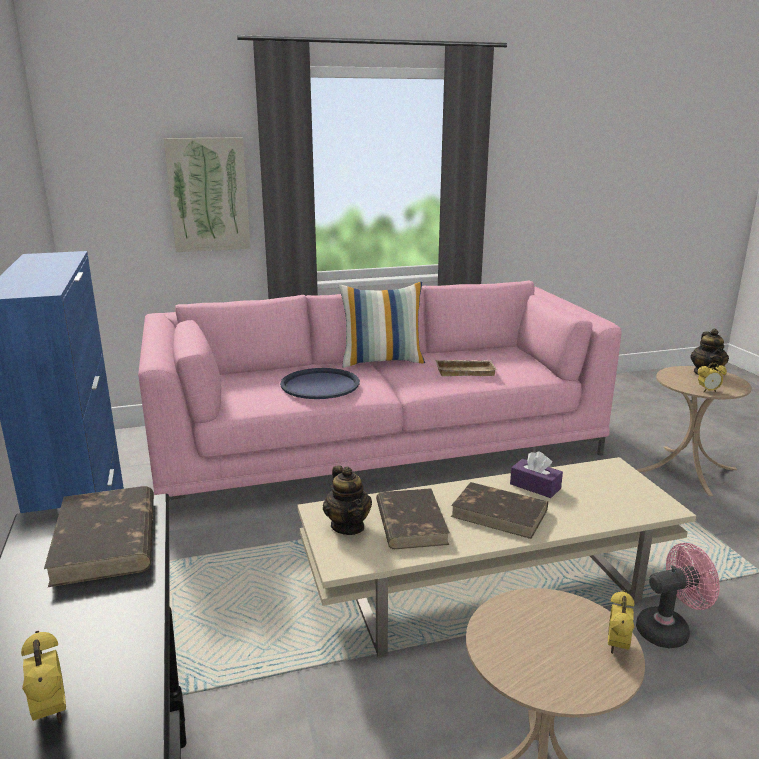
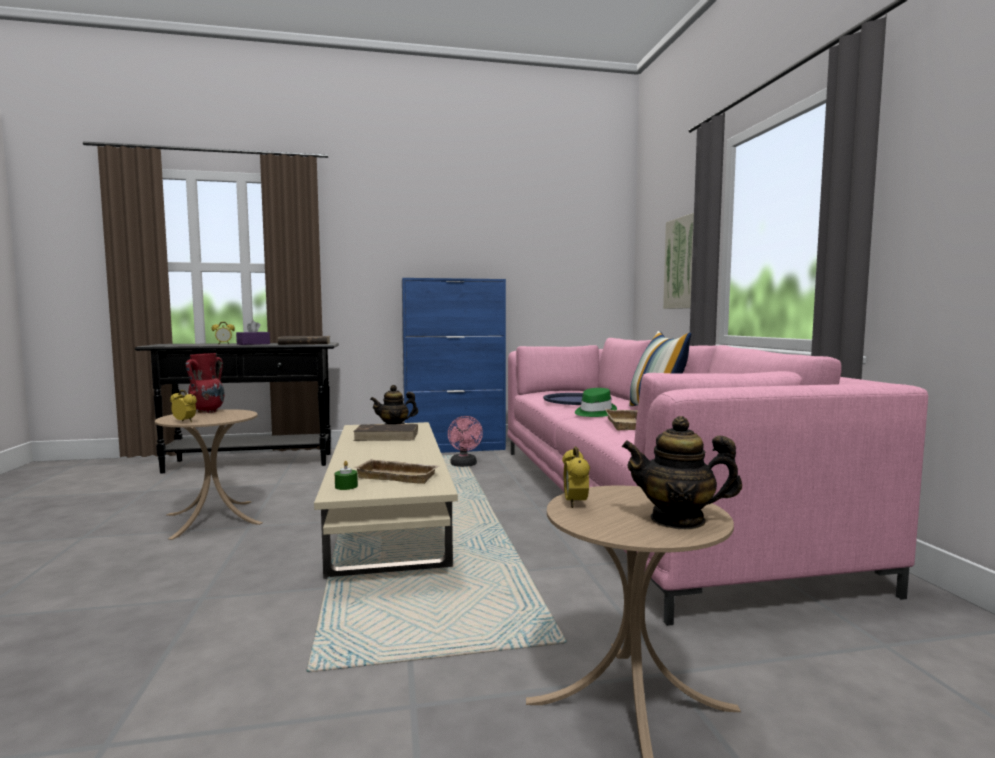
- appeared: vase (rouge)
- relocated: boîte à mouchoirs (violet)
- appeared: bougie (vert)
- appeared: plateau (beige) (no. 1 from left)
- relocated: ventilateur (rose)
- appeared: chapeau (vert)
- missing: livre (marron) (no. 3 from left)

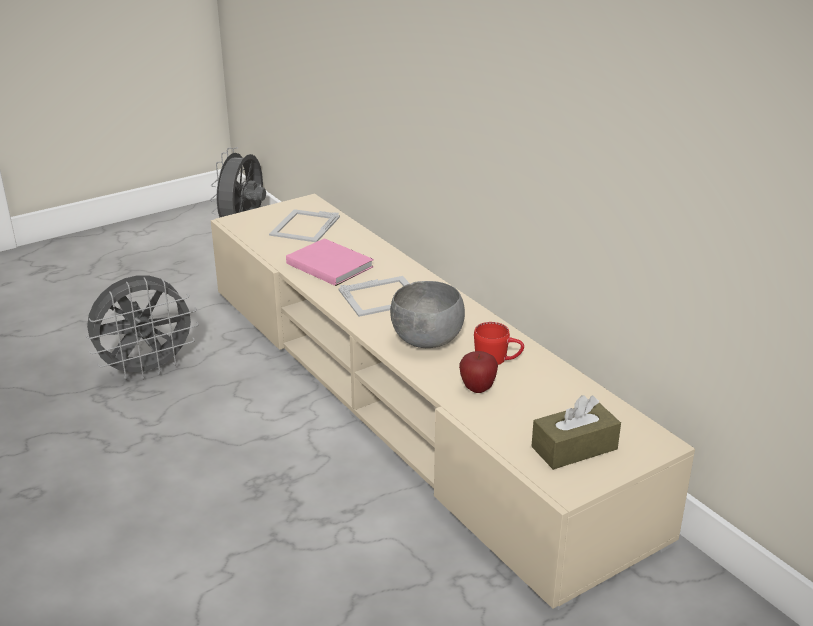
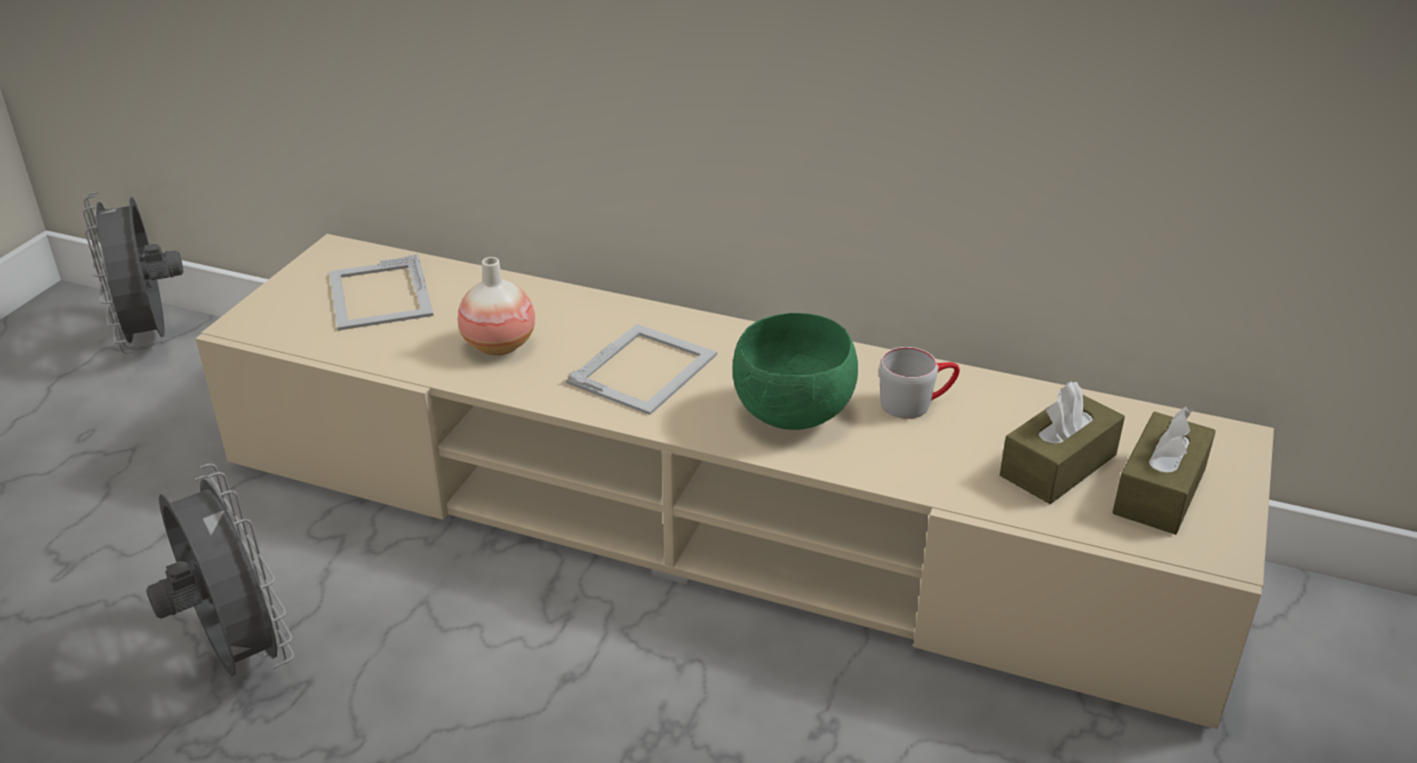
- spun: ventilateur (gris) (no. 1 from left in the first image) 60 degrees counterclockwise
- exchanged: livre (rose) to vase
- colour: bol (gris) to bol (vert)
- colour: mug (rouge) to mug (gris)
- appeared: boîte à mouchoirs (marron) (no. 1 from left)
- missing: pomme

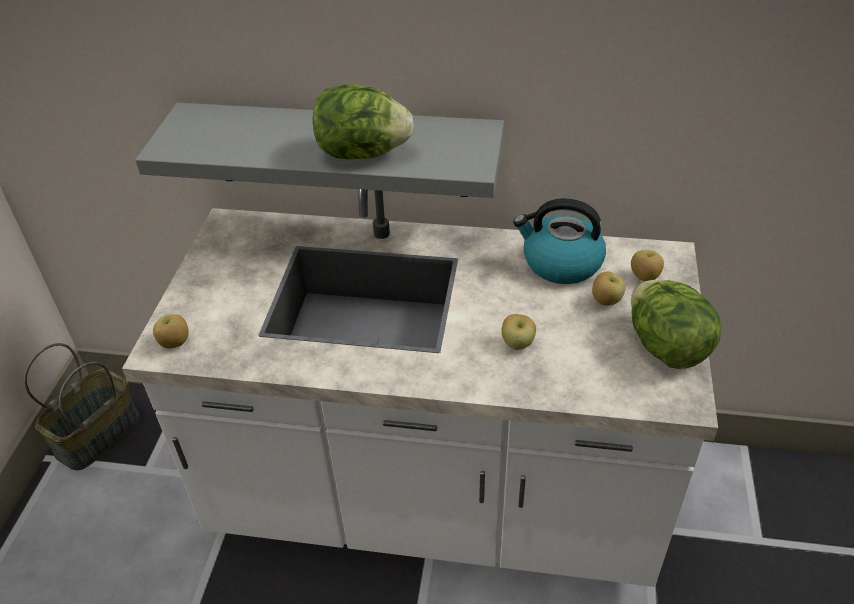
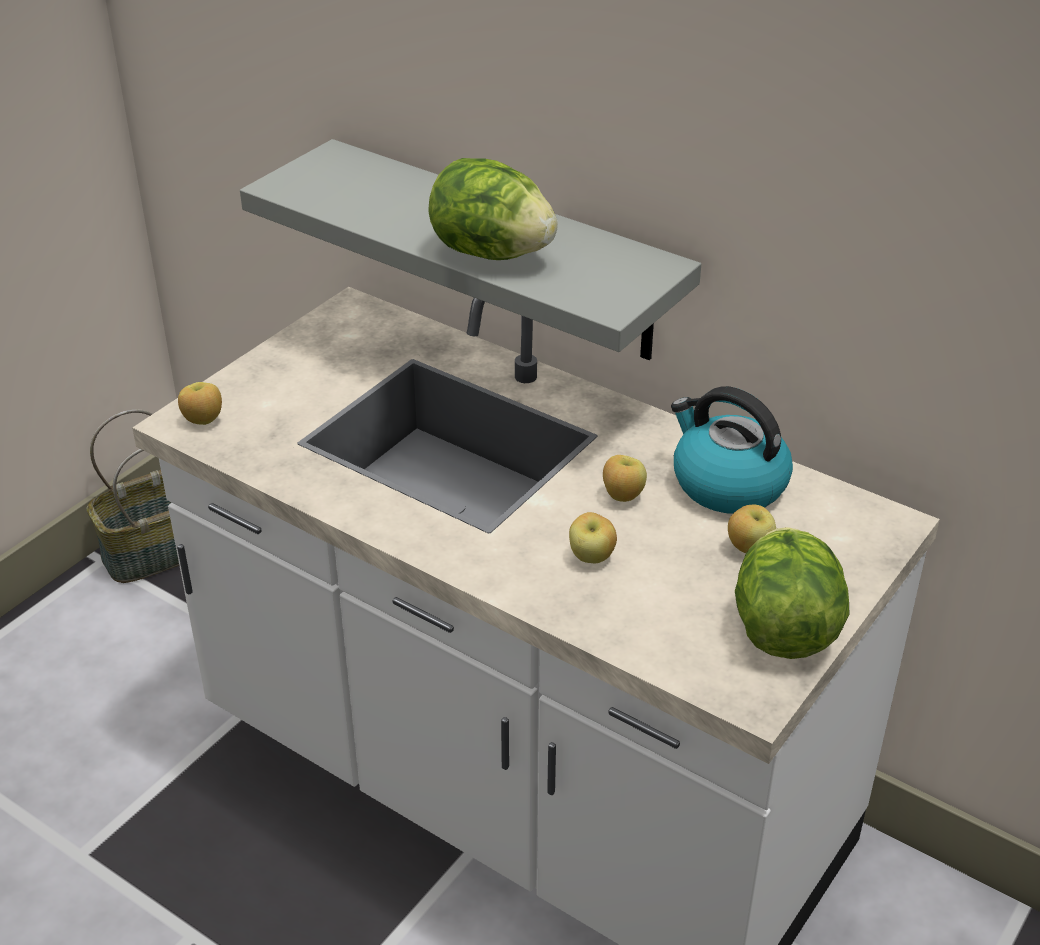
- relocated: pomme (no. 4 from left in the first image) to pomme (no. 3 from left)

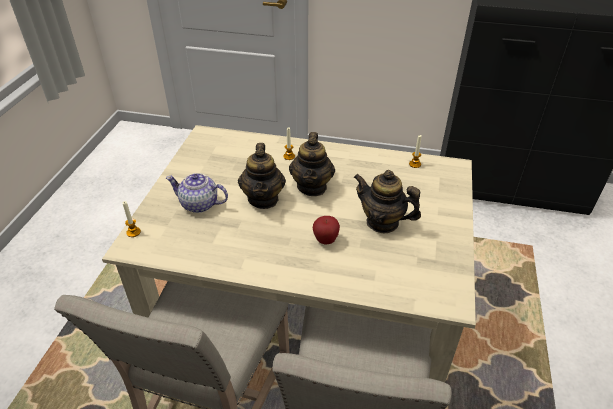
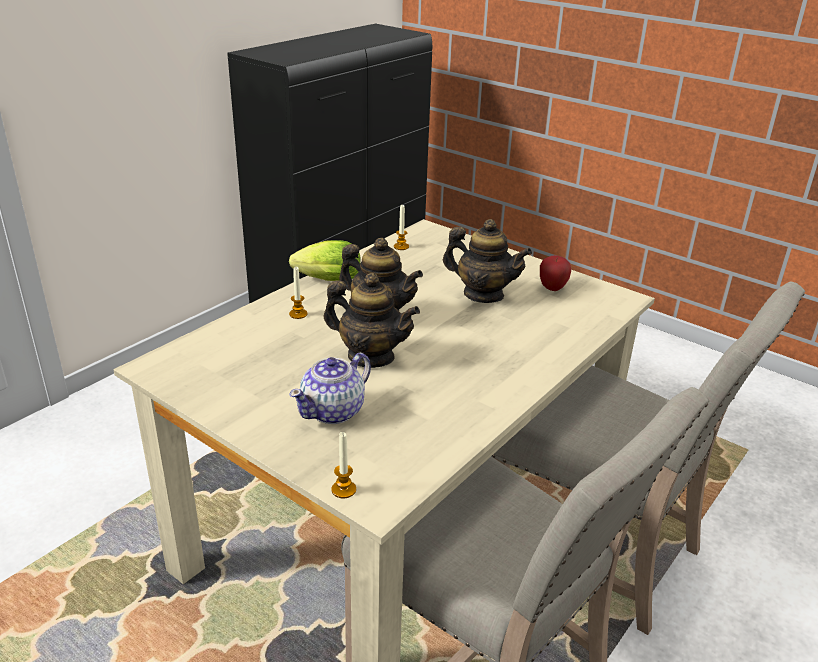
- appeared: laitue
- spun: théière (no. 4 from left) 120 degrees counterclockwise
- relocated: pomme

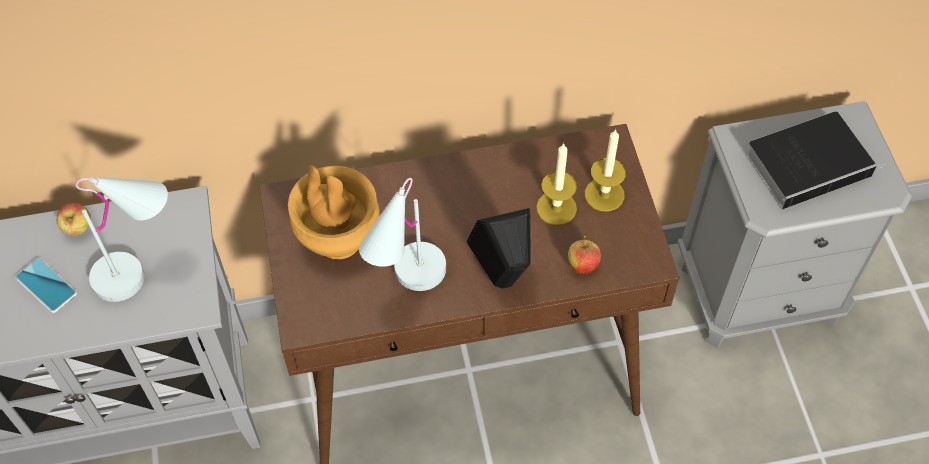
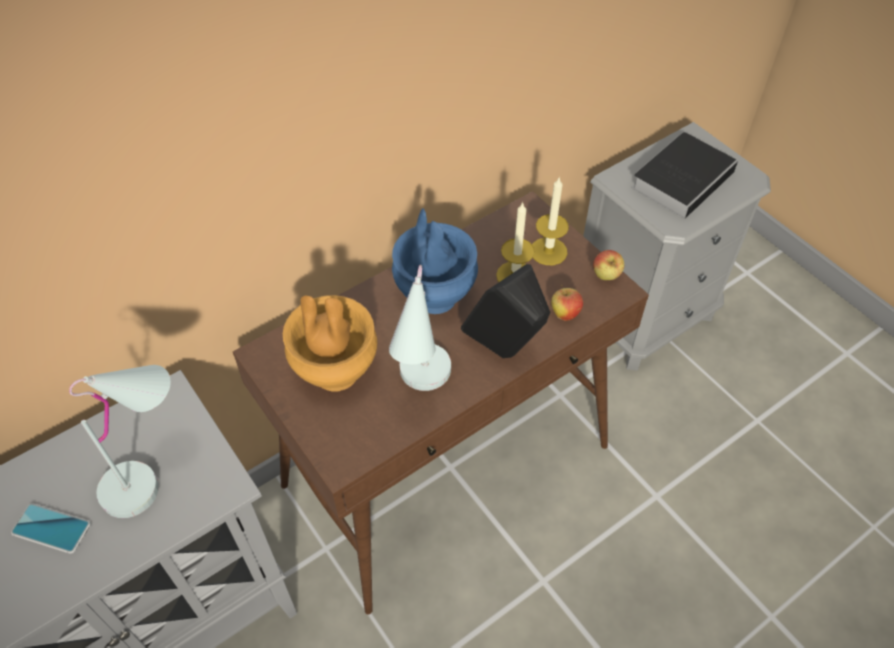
- appeared: vase (bleu)
- relocated: pomme (no. 1 from left in the first image) to pomme (no. 2 from left)

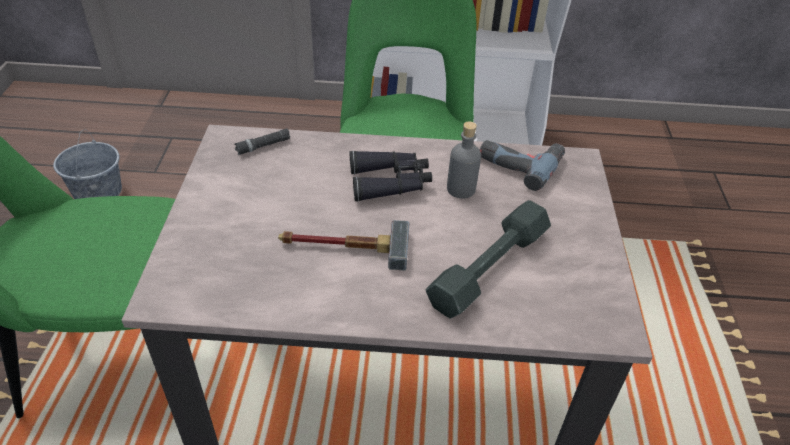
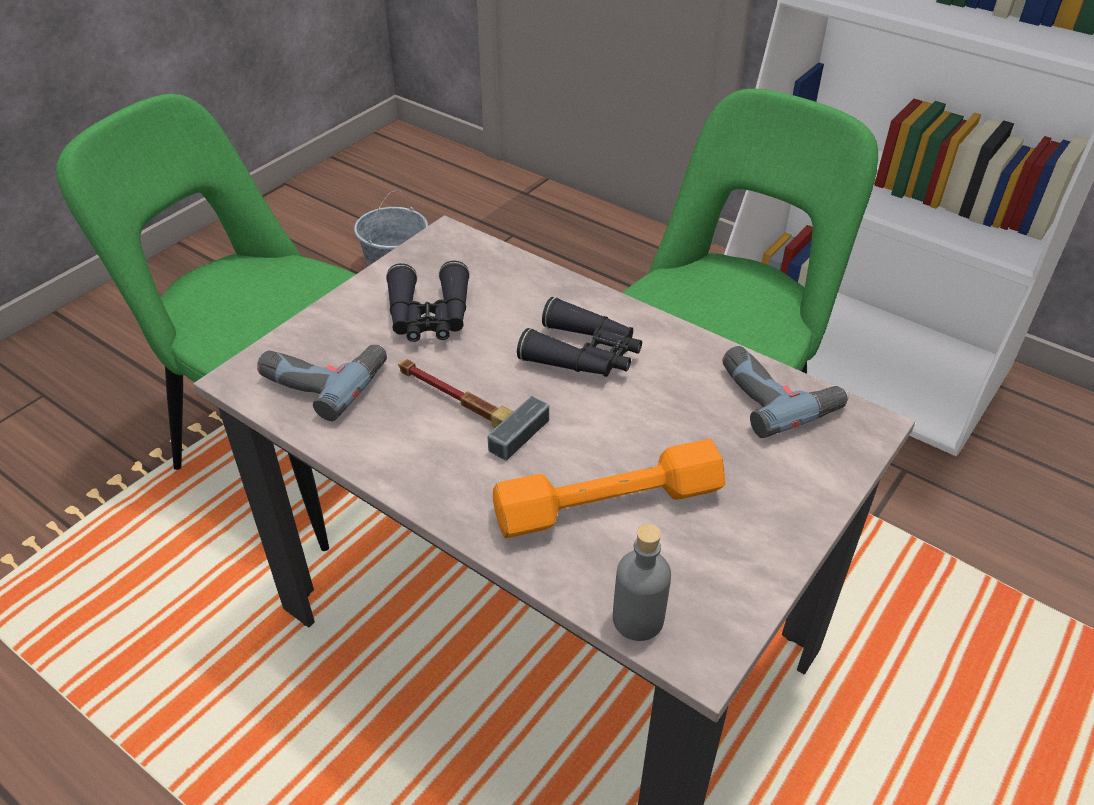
- appeared: perceuse (no. 1 from left)
- appeared: jumelles (noir) (no. 1 from left)
- colour: haltère (gris) to haltère (orange)
- relocated: bouteille (gris)
- missing: lampe de poche (noir)

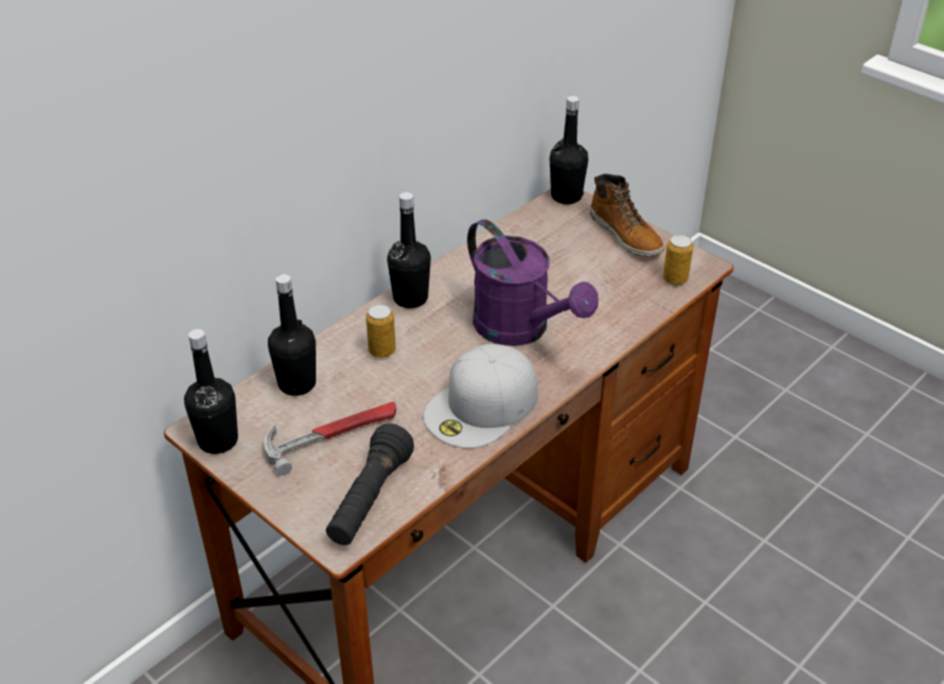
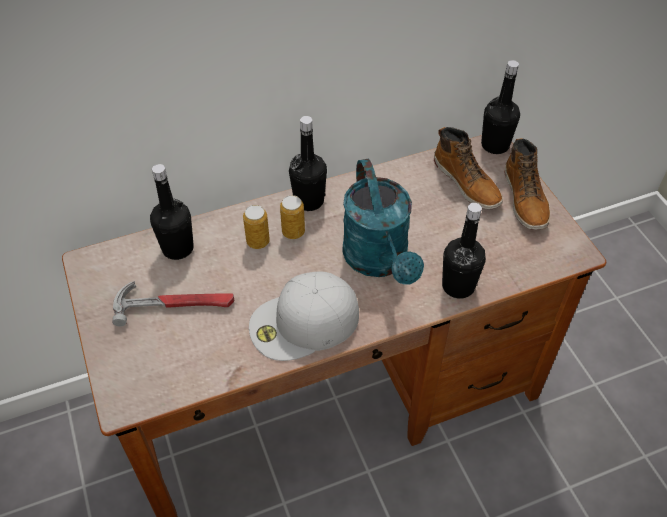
- relocated: boîte métallique (no. 2 from left)
- colour: arrosoir (violet) to arrosoir (turquoise)
- appeared: botte (no. 1 from left)
- relocated: bouteille (noir) (no. 1 from left in the first image) to bouteille (noir) (no. 3 from left)
- missing: lampe de poche (noir)

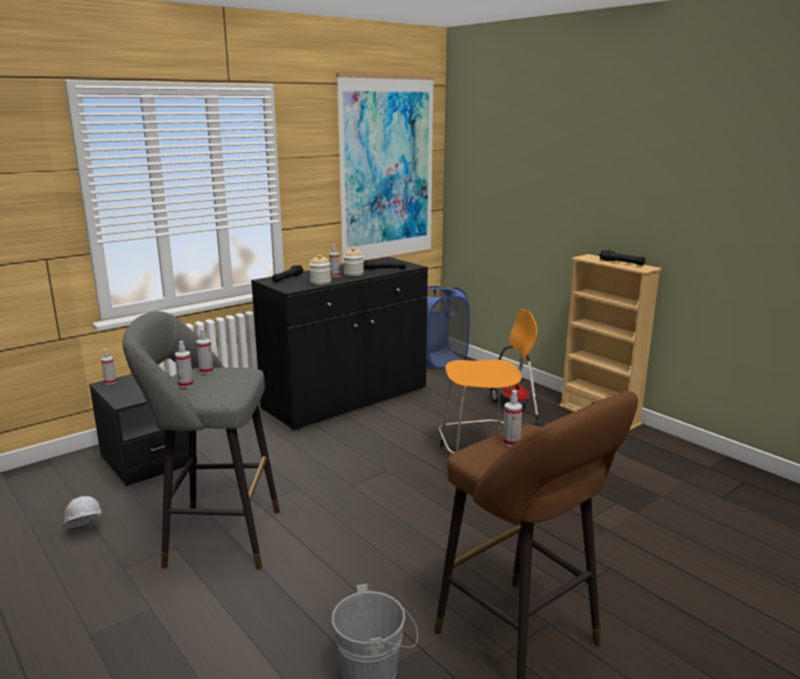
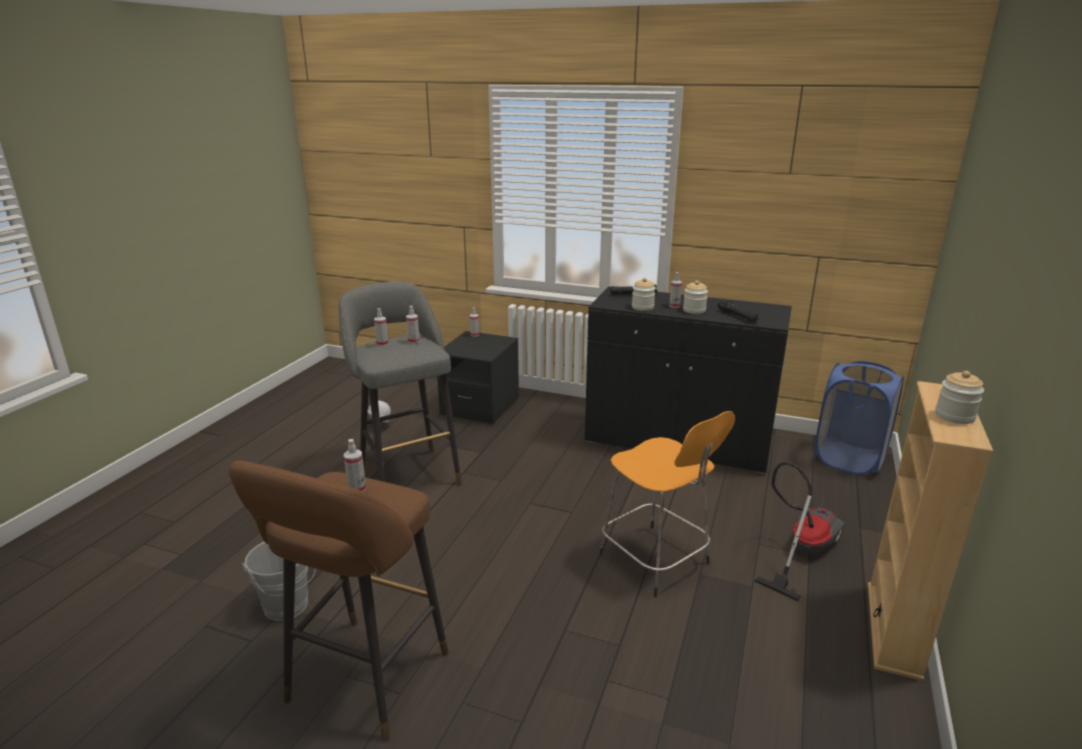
- exchanged: lampe de poche (noir) (no. 3 from left) to bocal (no. 3 from left)
- missing: tableau

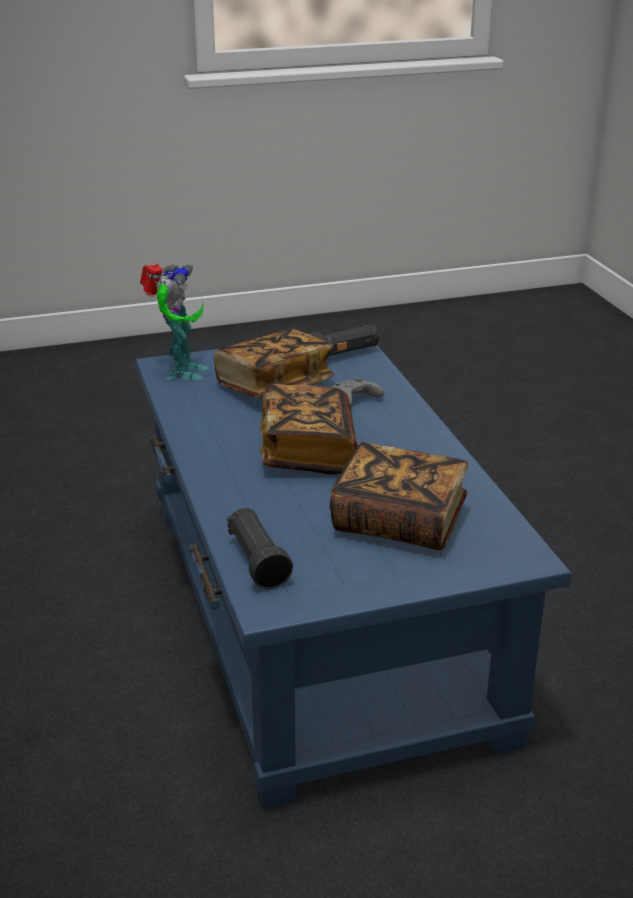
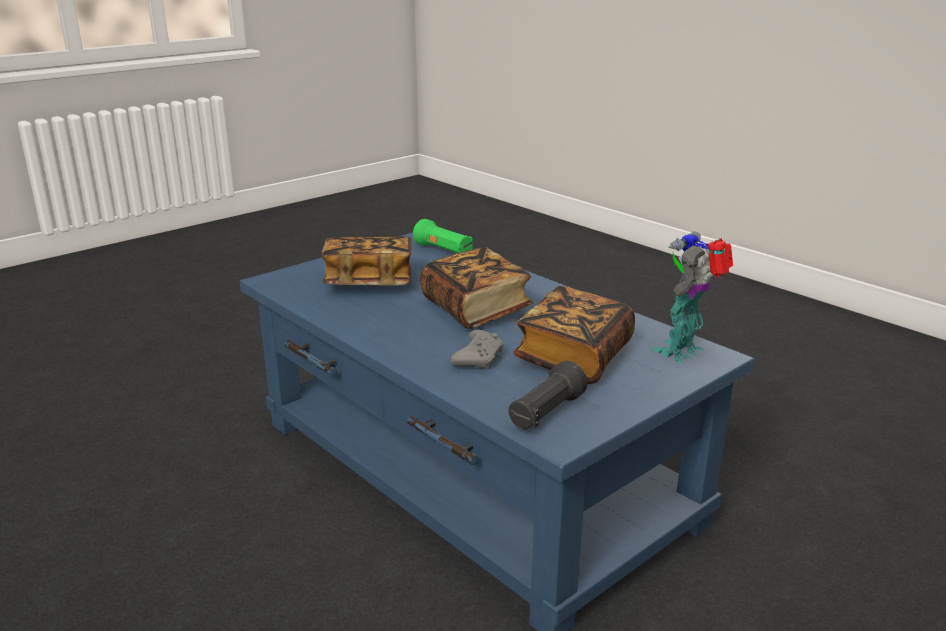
- colour: lampe de poche (noir) (no. 1 from left) to lampe de poche (vert)
- spun: robot jouet 60 degrees clockwise

